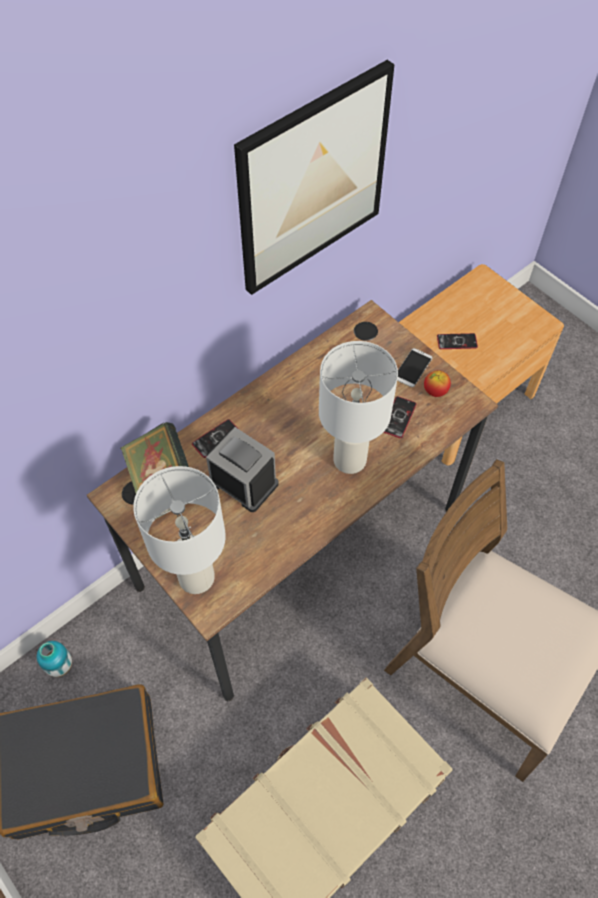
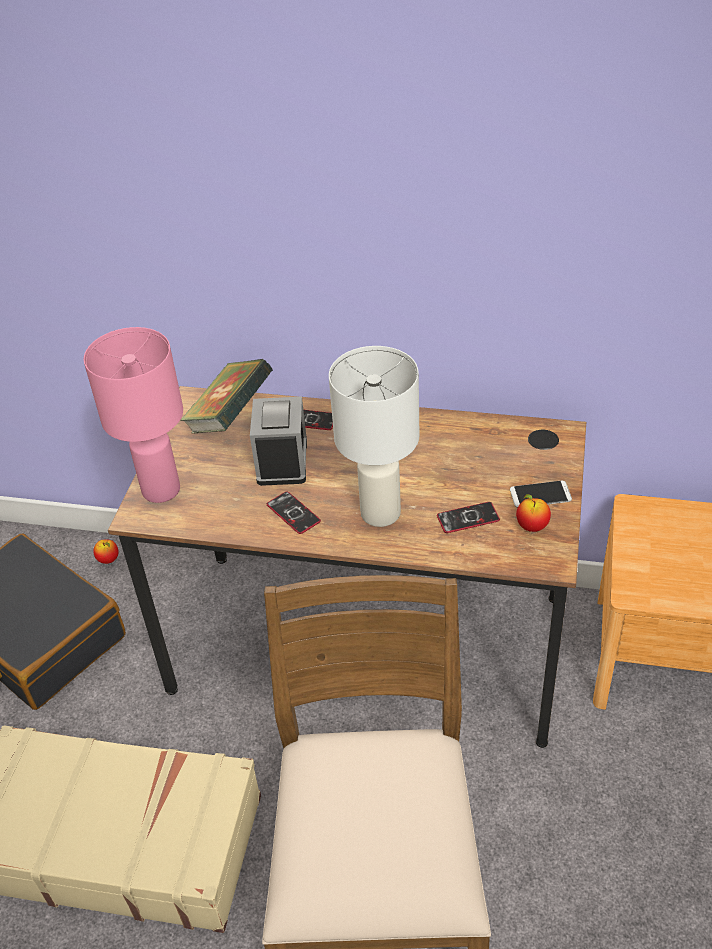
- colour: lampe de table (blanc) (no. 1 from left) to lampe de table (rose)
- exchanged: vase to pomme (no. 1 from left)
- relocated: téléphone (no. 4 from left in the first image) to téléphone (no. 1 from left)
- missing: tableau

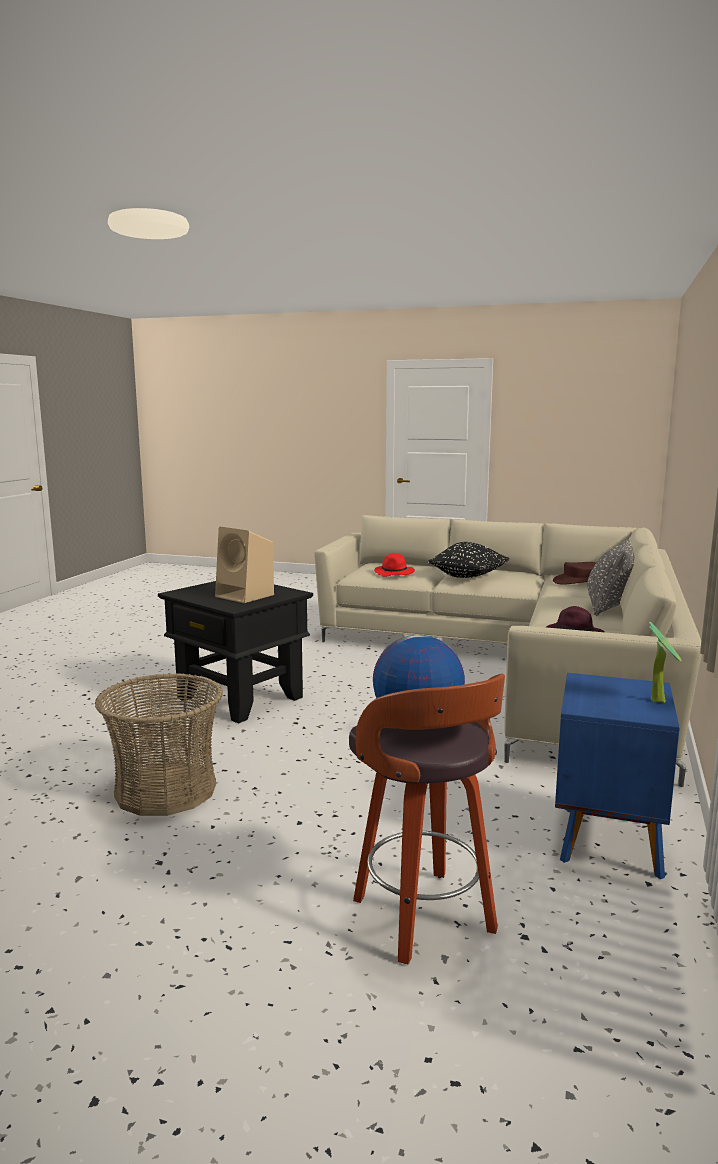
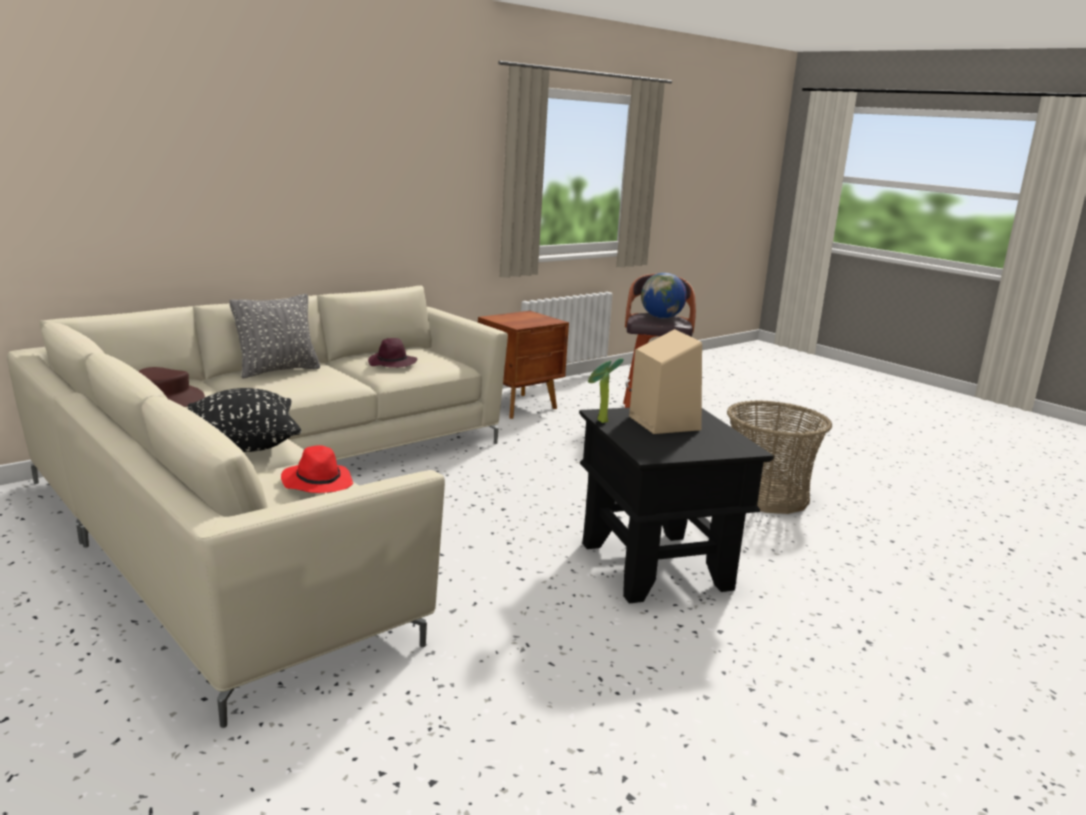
- colour: table de chevet (bleu) to table de chevet (marron)
- relocated: plante en pot

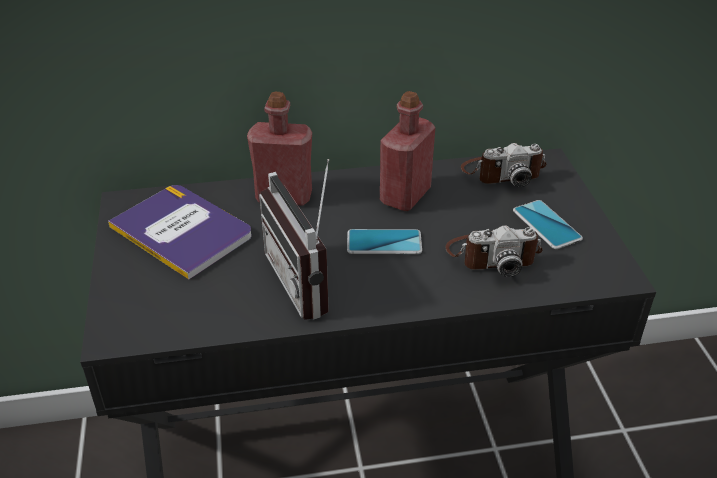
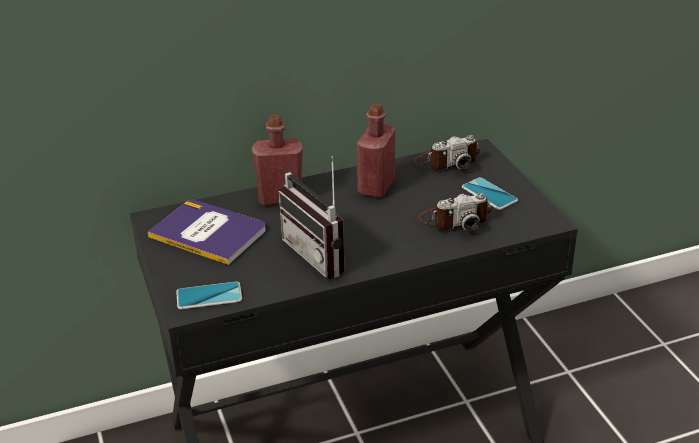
- relocated: téléphone (no. 1 from left)

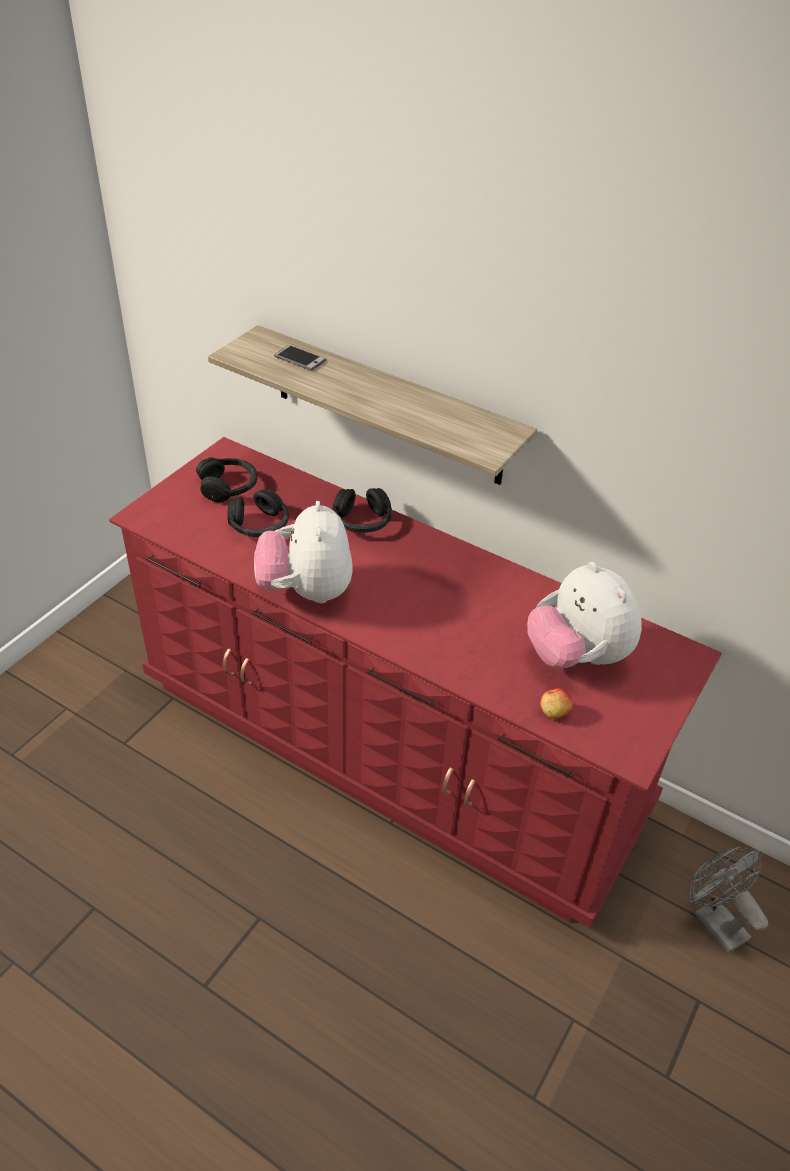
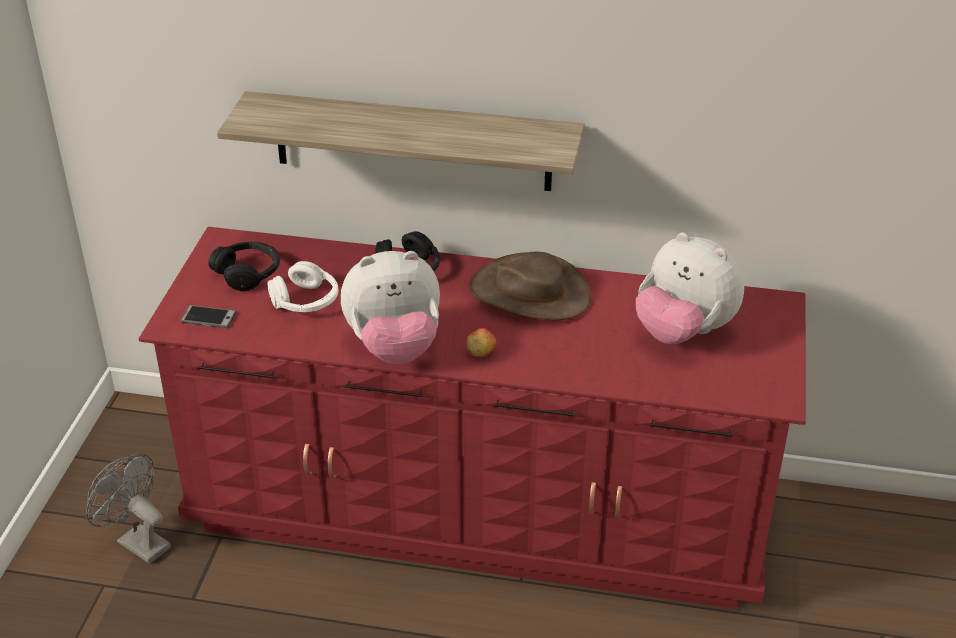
- relocated: ventilateur (gris)
- relocated: téléphone
- colour: casque audio (noir) (no. 2 from left) to casque audio (blanc)
- spun: peluche (no. 1 from left) 75 degrees counterclockwise
- relocated: pomme
- appeared: chapeau (marron)

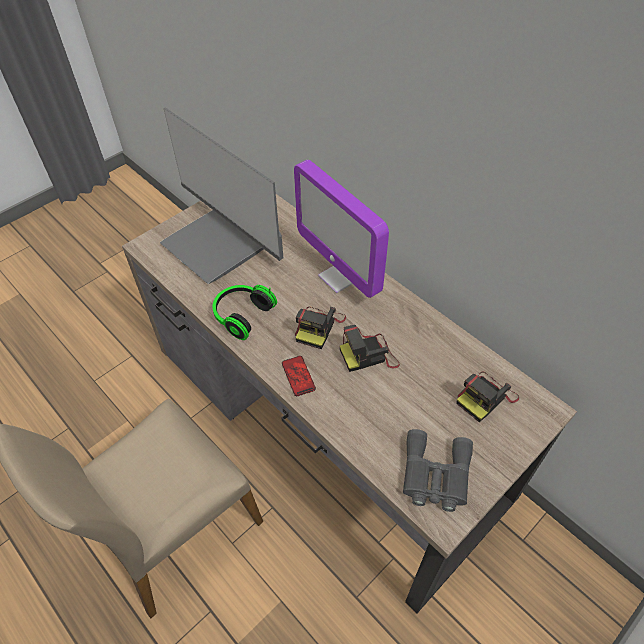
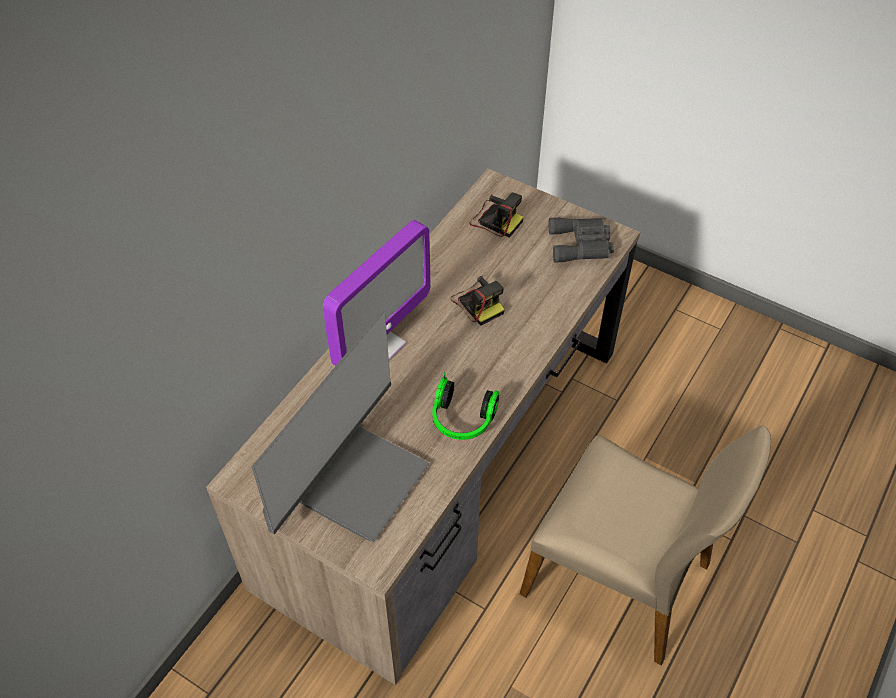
- missing: téléphone
- missing: appareil photo (no. 1 from left)

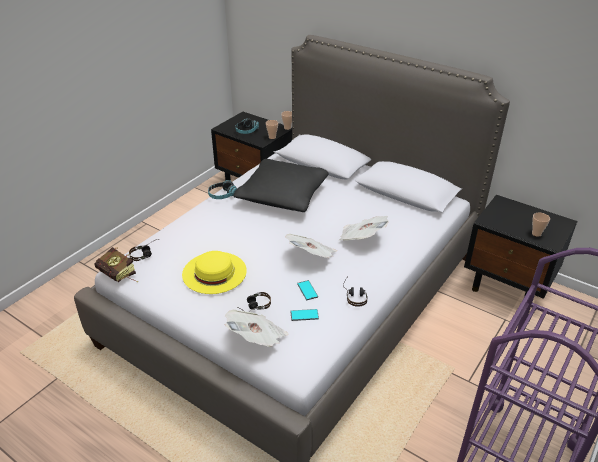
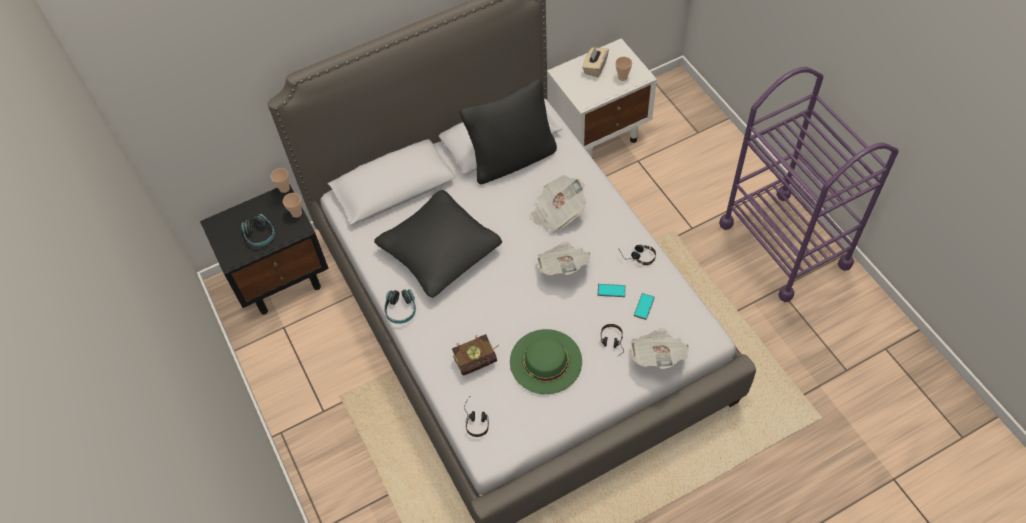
- relocated: livre
- appeared: coussin (noir) (no. 2 from left)
- colour: chapeau (jaune) to chapeau (vert)
- colour: table de chevet (noir) (no. 2 from left) to table de chevet (blanc)
- appeared: boîte à mouchoirs (beige)

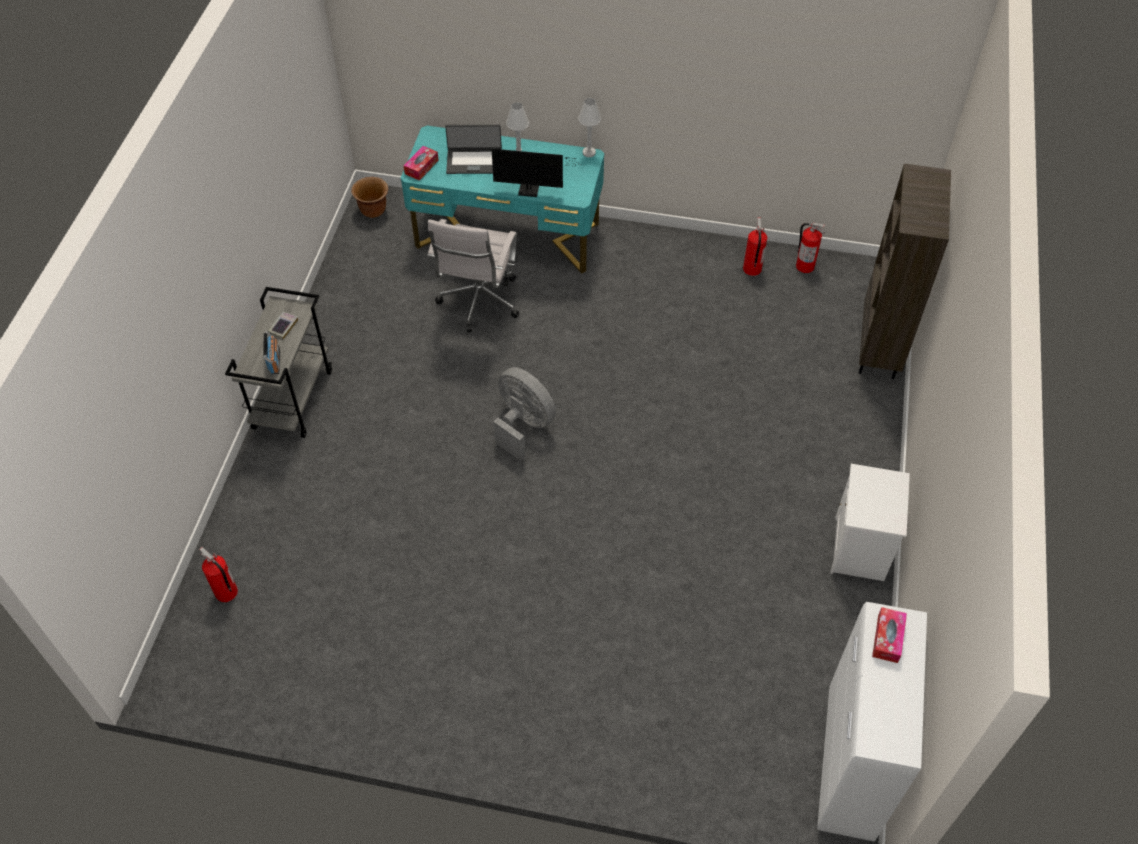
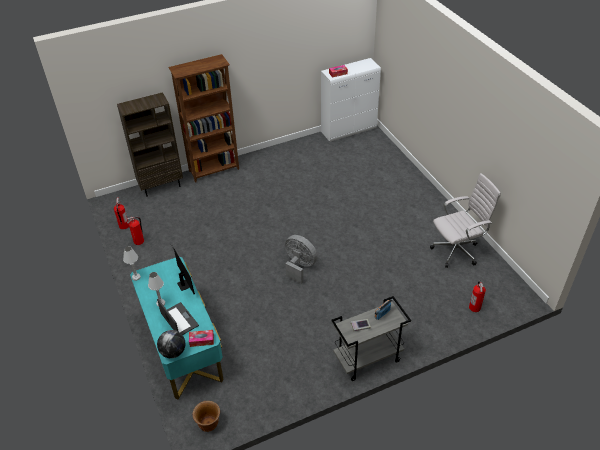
- appeared: globe
- appeared: bibliothèque (marron) (no. 2 from left)
- spun: ventilateur (gris) 120 degrees clockwise
- relocated: chaise de bureau (blanc)
- missing: table de chevet (blanc)

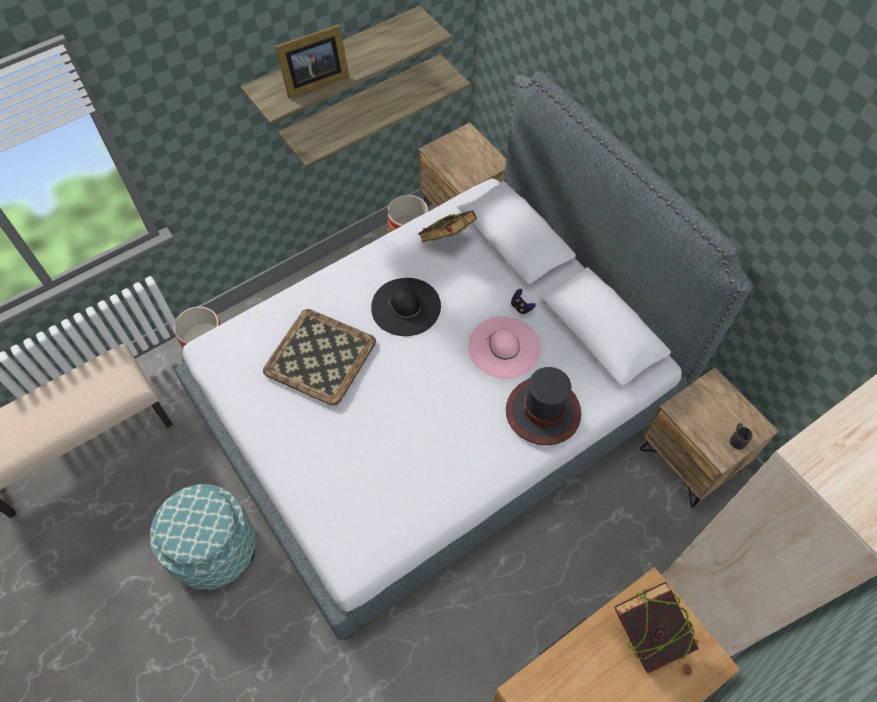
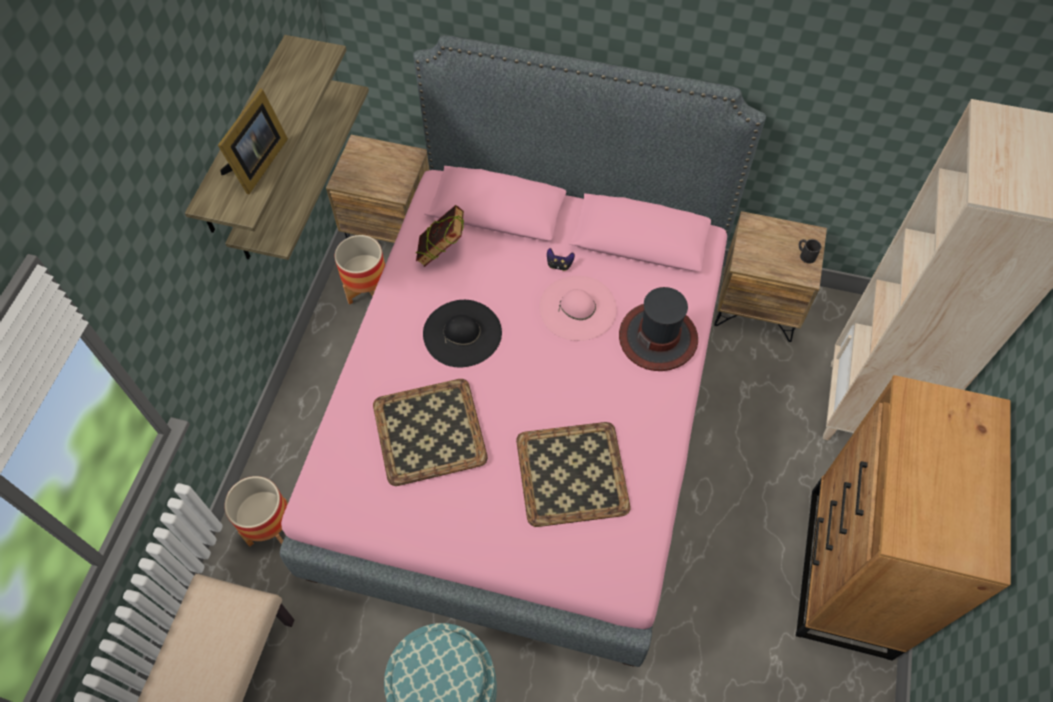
- colour: lit (gris) to lit (rose)
- appeared: plateau (no. 2 from left)
- missing: livre (no. 2 from left)

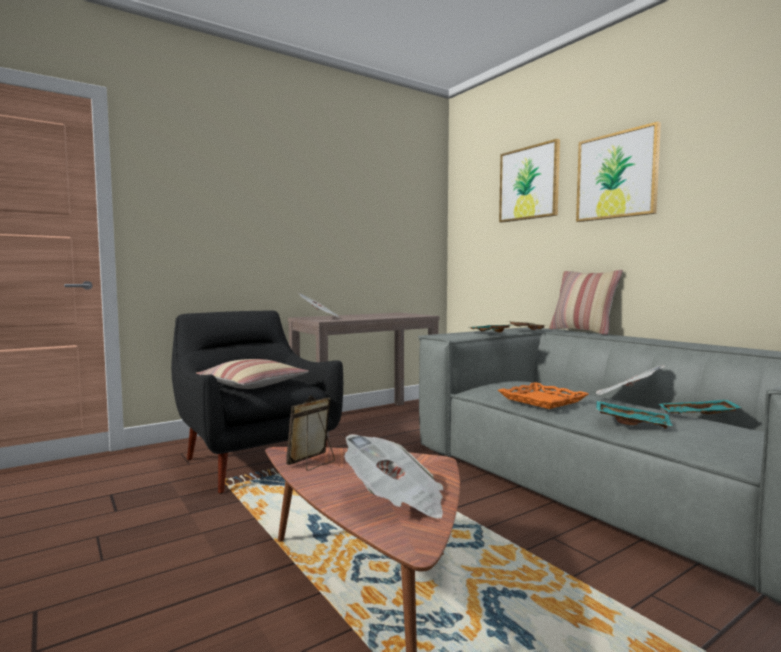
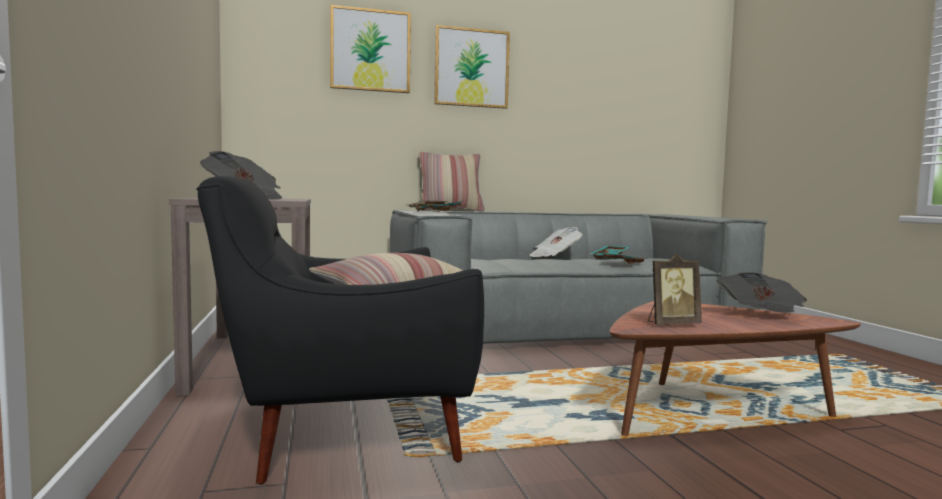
- spun: cadre photo 75 degrees counterclockwise
- missing: plateau (orange)

